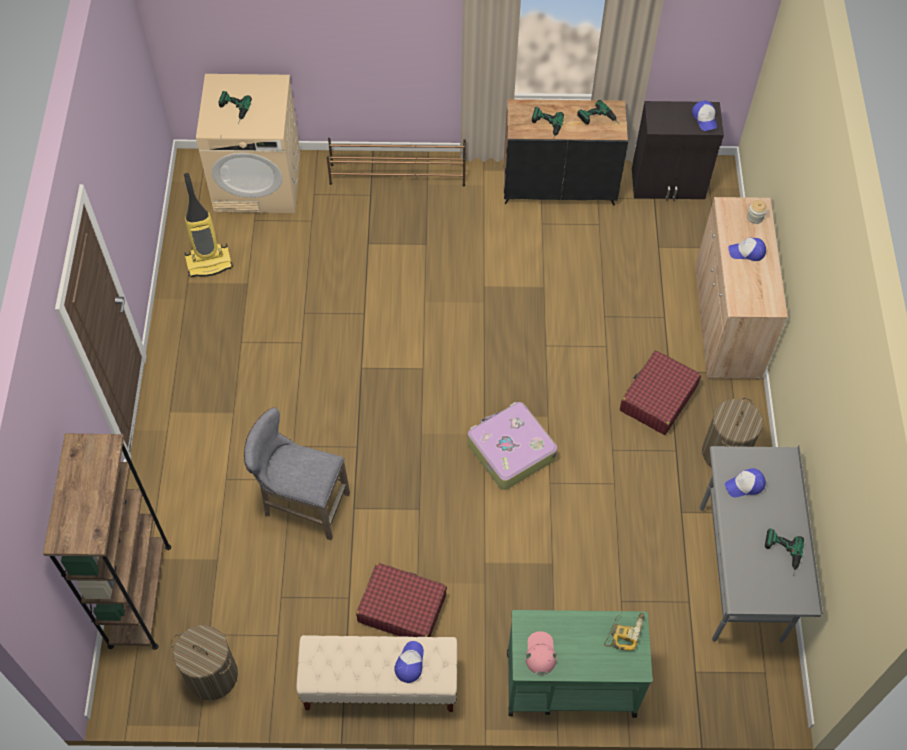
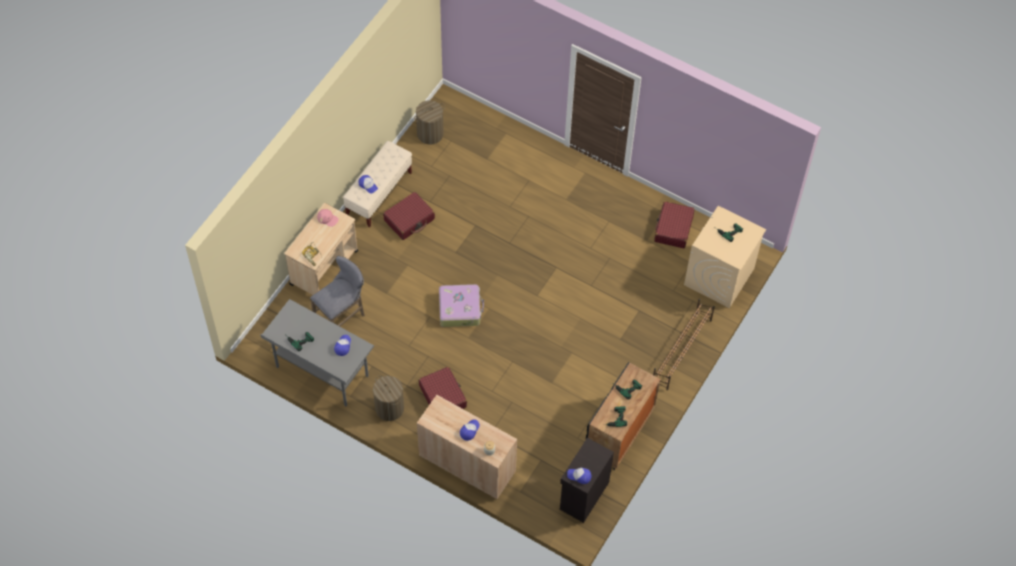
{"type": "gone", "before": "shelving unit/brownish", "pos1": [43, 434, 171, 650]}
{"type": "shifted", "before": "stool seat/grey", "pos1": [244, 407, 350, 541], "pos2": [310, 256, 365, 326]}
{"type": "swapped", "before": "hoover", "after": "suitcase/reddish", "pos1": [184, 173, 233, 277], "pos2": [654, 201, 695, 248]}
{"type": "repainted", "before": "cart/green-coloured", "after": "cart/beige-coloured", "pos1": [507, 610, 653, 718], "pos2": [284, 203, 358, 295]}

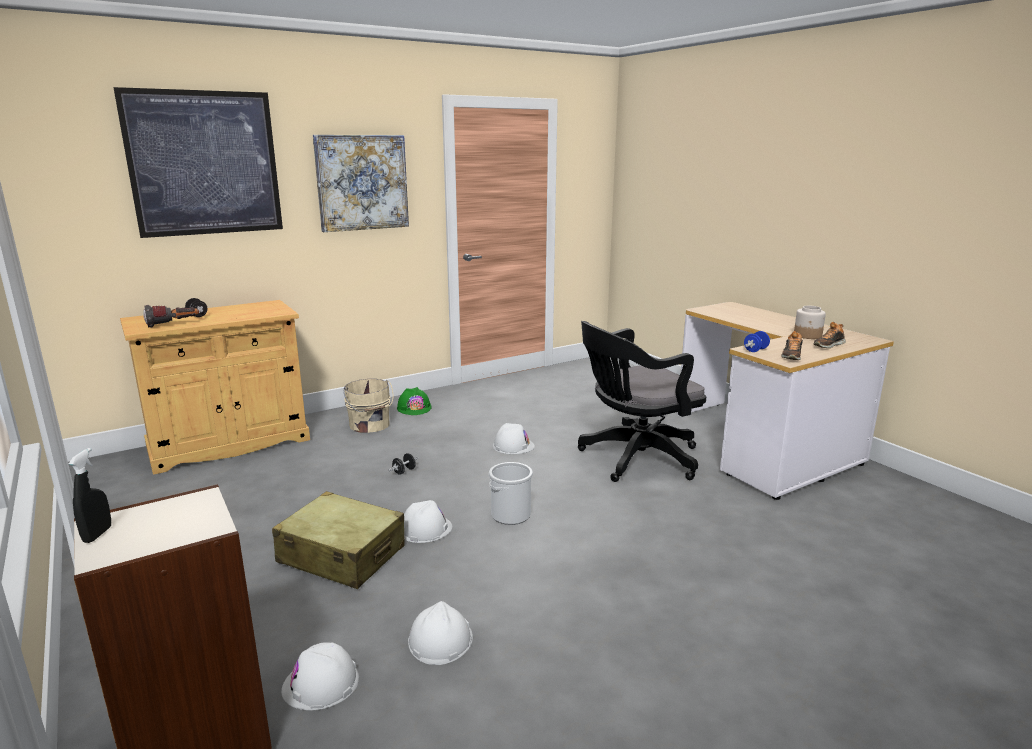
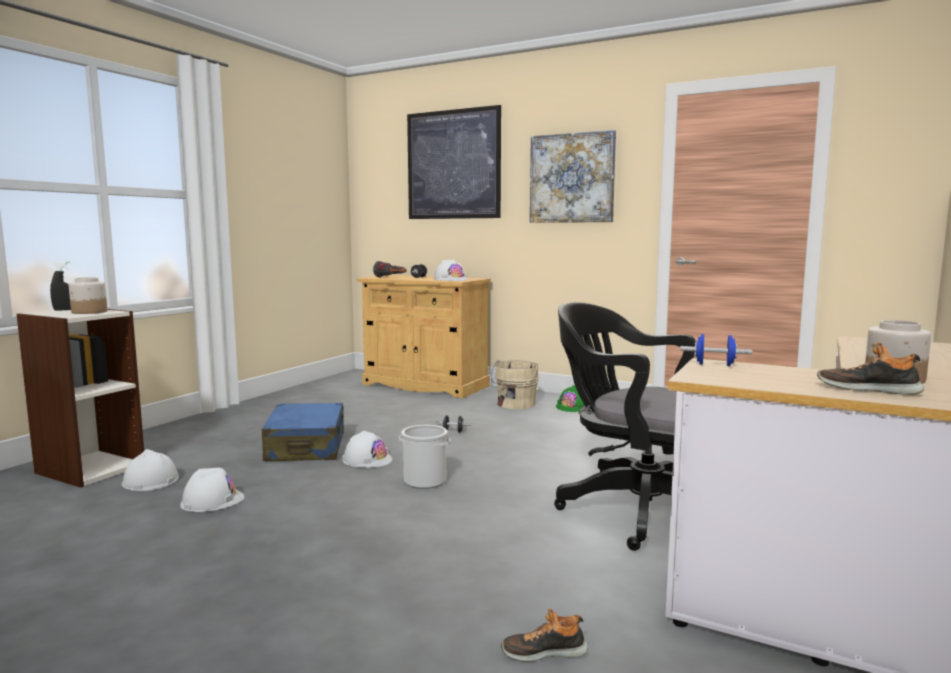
{"type": "new", "after": "jar", "pos2": [69, 277, 107, 314]}
{"type": "shifted", "before": "hard hat/whitish", "pos1": [493, 423, 535, 454], "pos2": [434, 260, 468, 281]}
{"type": "shifted", "before": "low shoe", "pos1": [781, 331, 803, 360], "pos2": [501, 609, 588, 662]}
{"type": "repainted", "before": "suitcase/beige-coloured", "after": "suitcase/blue", "pos1": [272, 491, 405, 589], "pos2": [262, 403, 344, 461]}

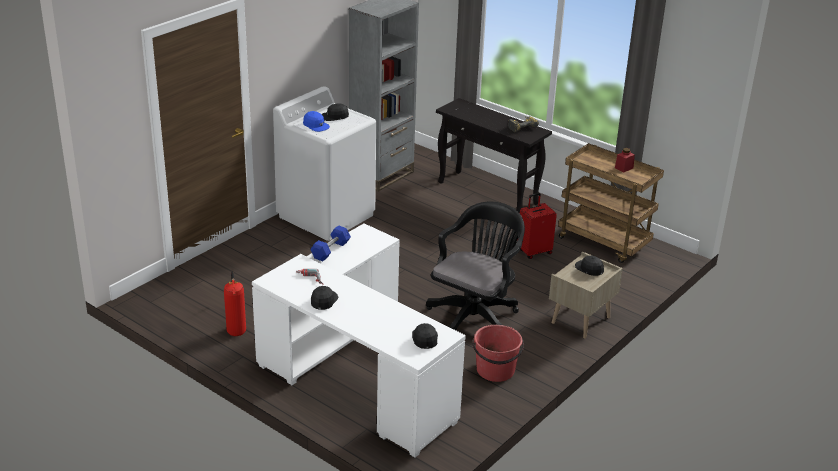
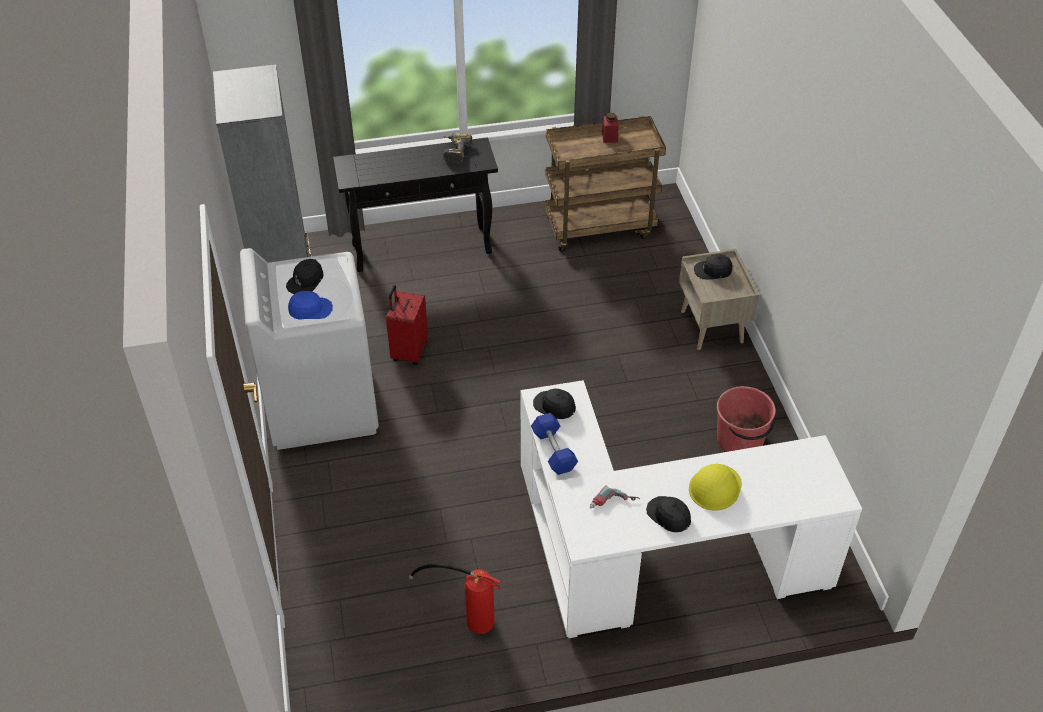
{"type": "gone", "before": "computer chair/black", "pos1": [426, 202, 525, 330]}
{"type": "new", "after": "hard hat/yellow", "pos2": [689, 464, 742, 511]}
{"type": "shifted", "before": "baseball cap/black", "pos1": [412, 323, 438, 349], "pos2": [533, 388, 576, 419]}
{"type": "shifted", "before": "suitcase/reddish", "pos1": [517, 193, 557, 259], "pos2": [386, 285, 428, 365]}

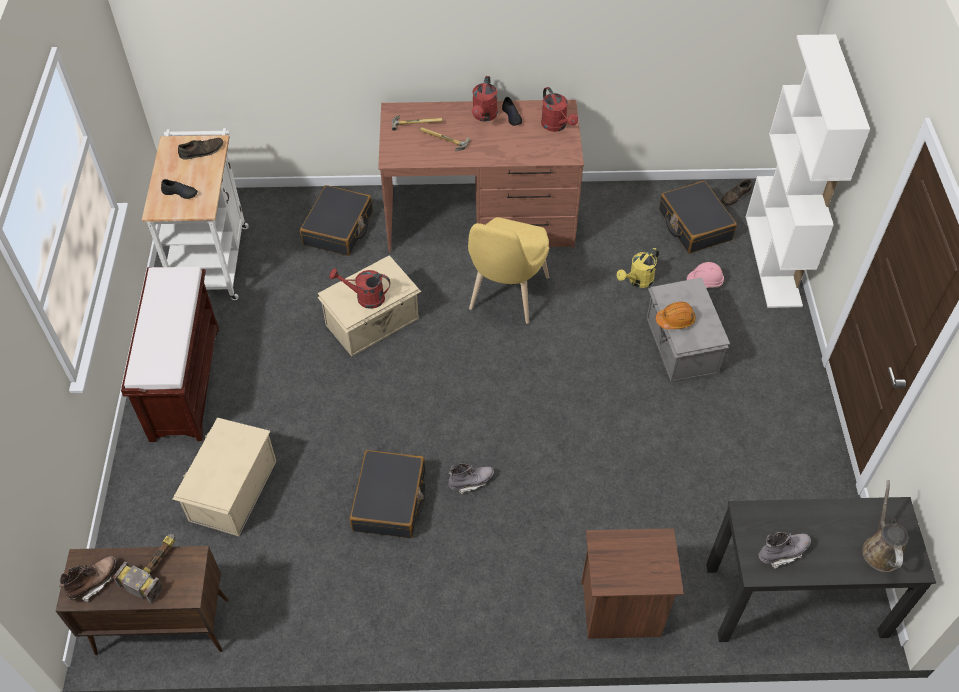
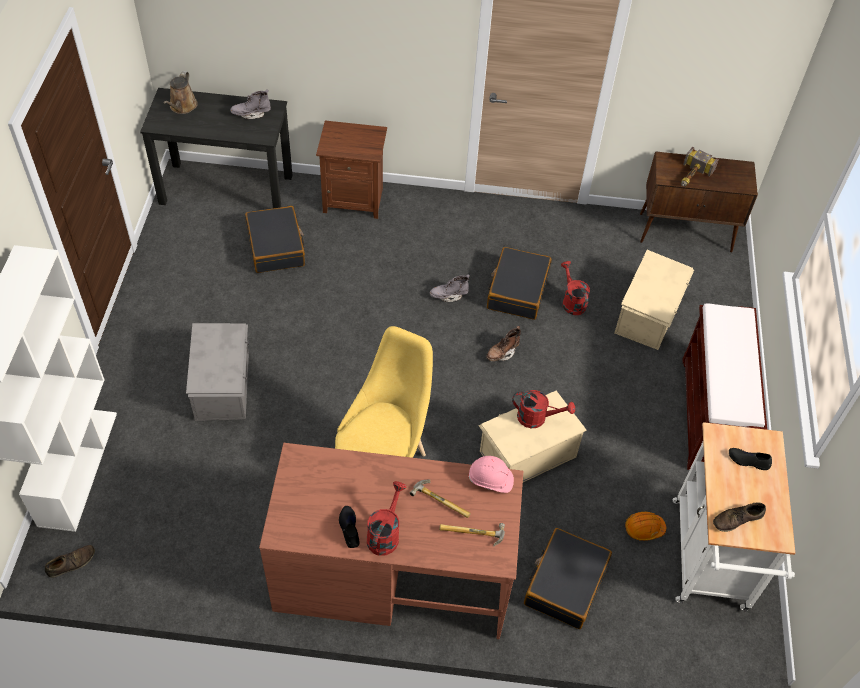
{"type": "gone", "before": "watering can/yellow", "pos1": [617, 248, 659, 288]}
{"type": "shifted", "before": "high-top boot/brownish", "pos1": [60, 556, 117, 602], "pos2": [486, 326, 521, 361]}
{"type": "shifted", "before": "watering can/reddish", "pos1": [541, 87, 578, 132], "pos2": [561, 261, 590, 315]}
{"type": "shifted", "before": "hard hat/orangey", "pos1": [656, 302, 696, 329], "pos2": [625, 512, 666, 541]}
{"type": "shifted", "before": "suitcase/black", "pos1": [659, 181, 737, 253], "pos2": [245, 206, 305, 273]}
{"type": "shifted", "before": "hard hat/pinkish", "pos1": [687, 262, 724, 288], "pos2": [468, 456, 514, 493]}

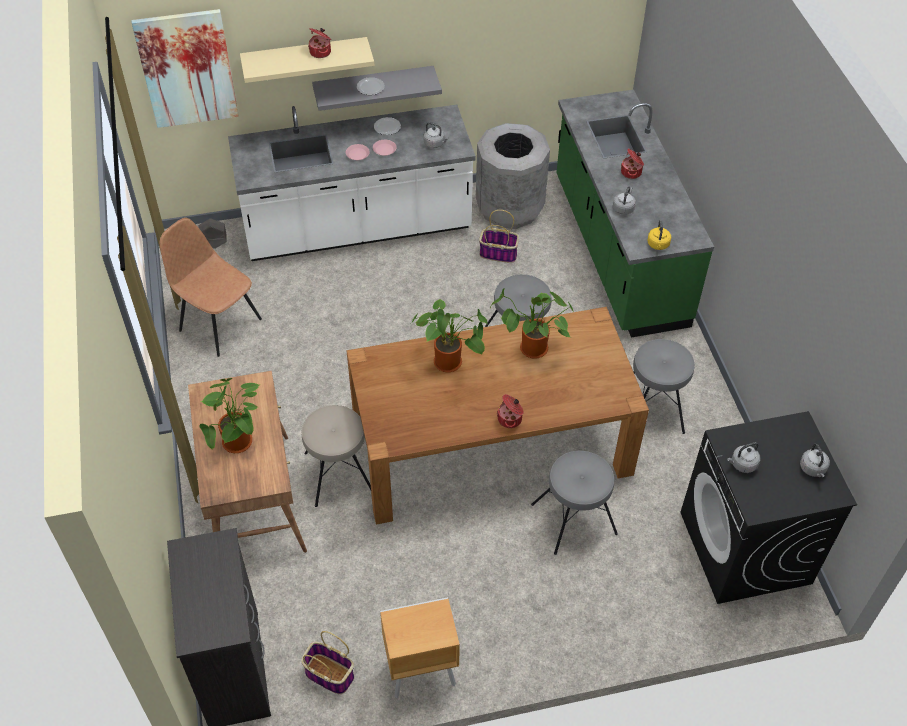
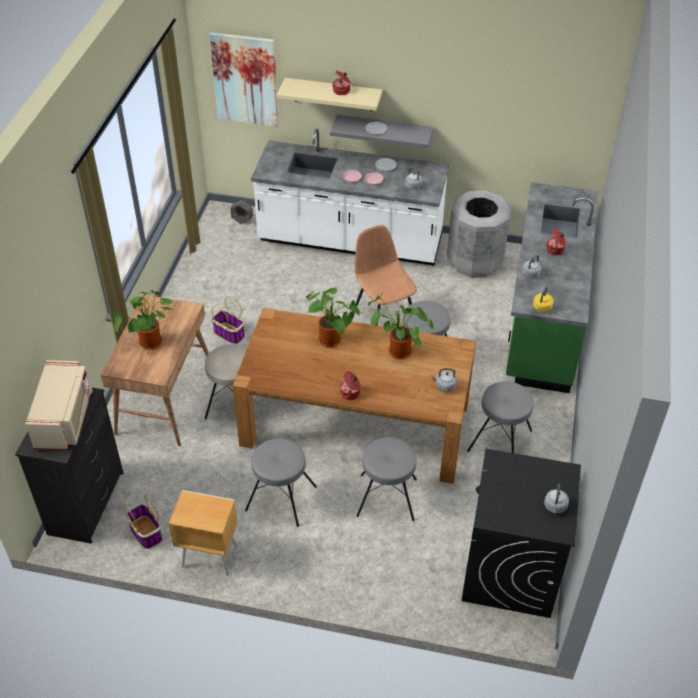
{"type": "new", "after": "microwave/beige-coloured", "pos2": [25, 360, 93, 450]}
{"type": "new", "after": "stool seat/grey", "pos2": [245, 438, 317, 527]}
{"type": "shifted", "before": "plain chair/brownish", "pos1": [160, 218, 262, 357], "pos2": [354, 225, 417, 325]}
{"type": "shifted", "before": "storage basket", "pos1": [479, 210, 519, 263], "pos2": [211, 296, 245, 344]}
{"type": "shifted", "before": "water kettle/grey", "pos1": [727, 442, 760, 473], "pos2": [430, 368, 457, 392]}

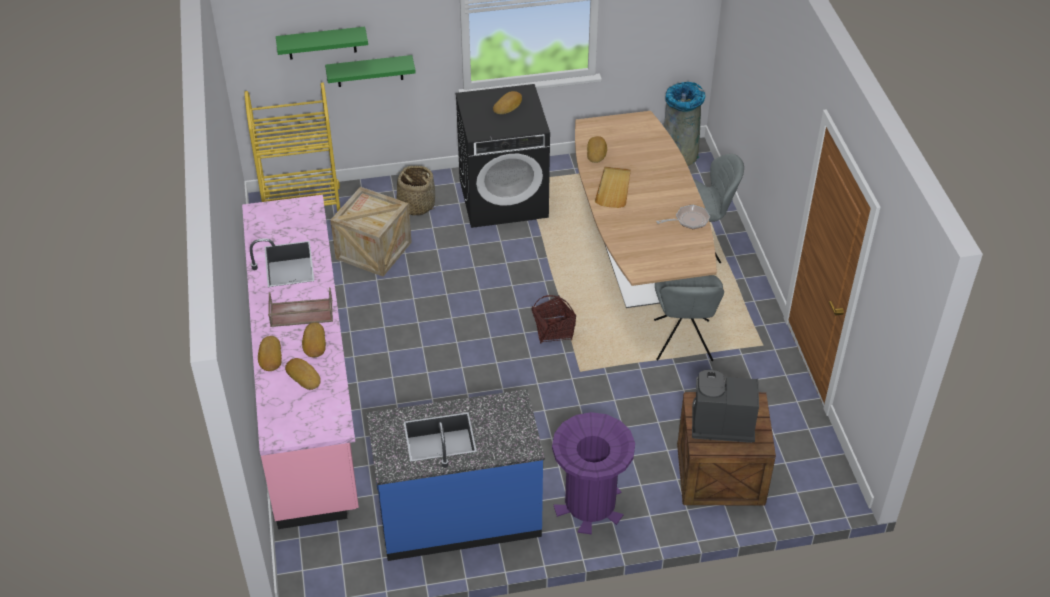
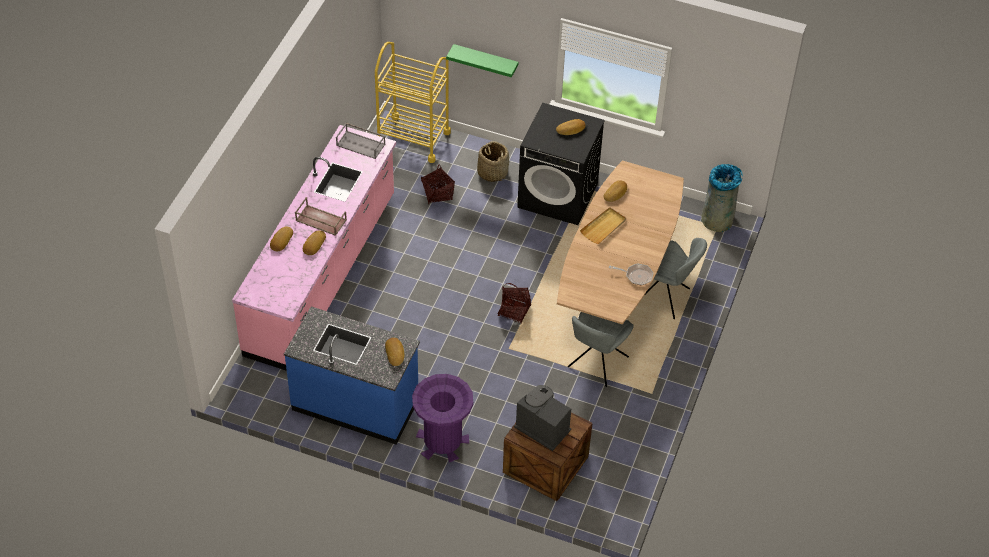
{"type": "gone", "before": "bracket shelf/green-coloured", "pos1": [276, 27, 368, 60]}
{"type": "new", "after": "carrying tray/grey", "pos2": [336, 123, 386, 159]}
{"type": "shifted", "before": "bakery bread", "pos1": [285, 358, 321, 390], "pos2": [385, 338, 404, 366]}
{"type": "swapped", "before": "shipping crate", "after": "storage basket", "pos1": [330, 187, 412, 277], "pos2": [421, 164, 455, 204]}

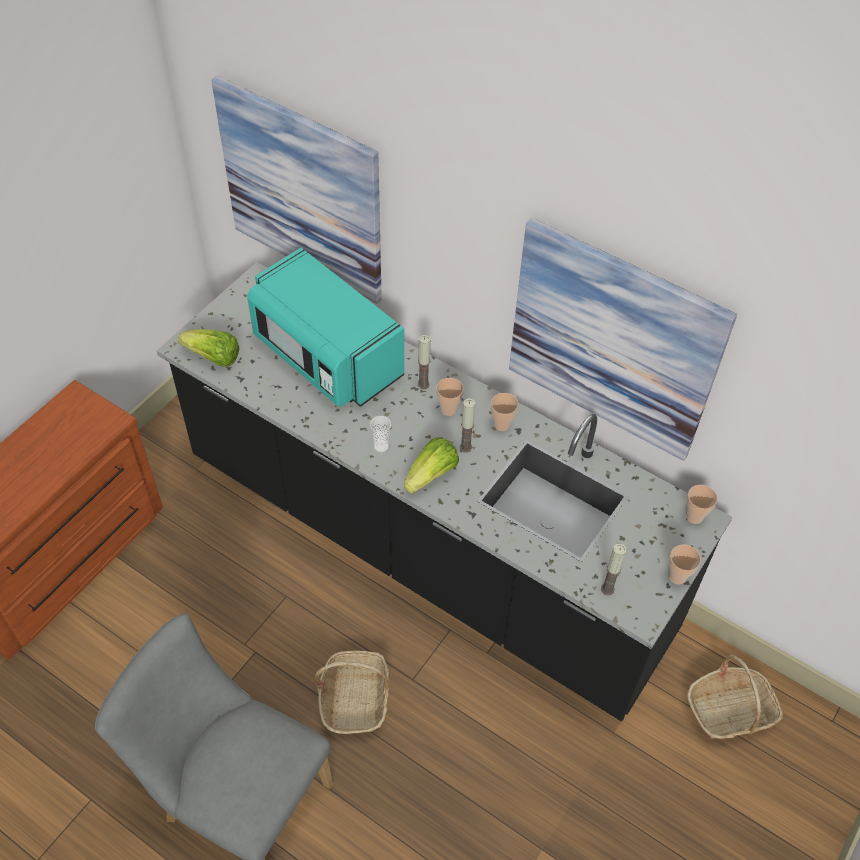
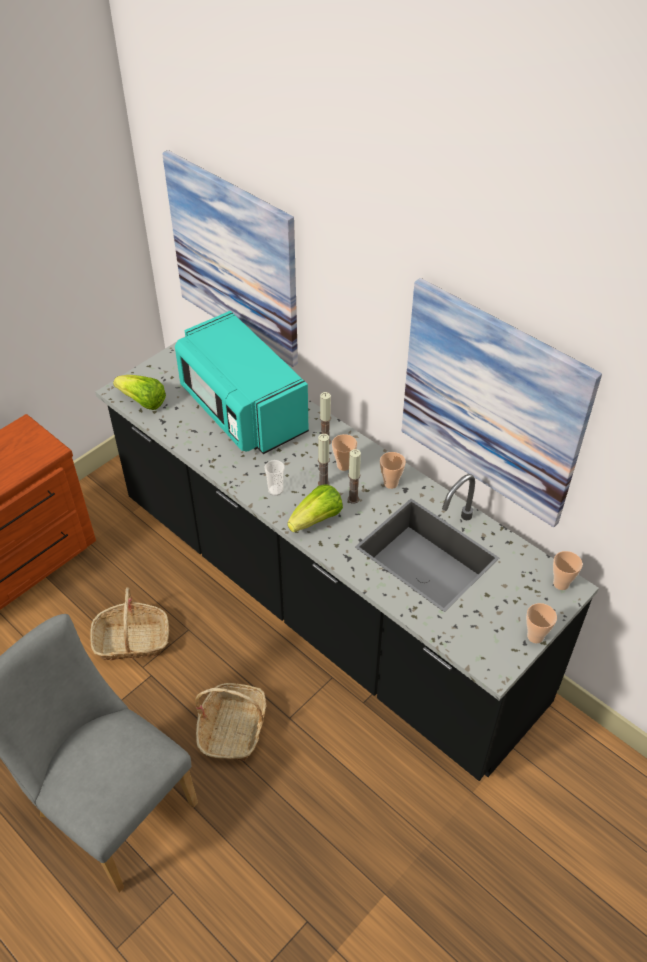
{"type": "shifted", "before": "wax candle", "pos1": [601, 544, 627, 595], "pos2": [318, 434, 330, 486]}
{"type": "shifted", "before": "storage basket", "pos1": [687, 655, 783, 739], "pos2": [90, 587, 169, 660]}

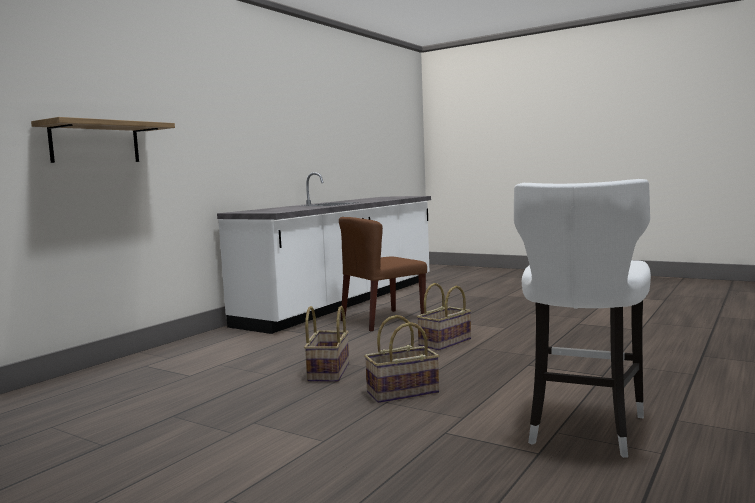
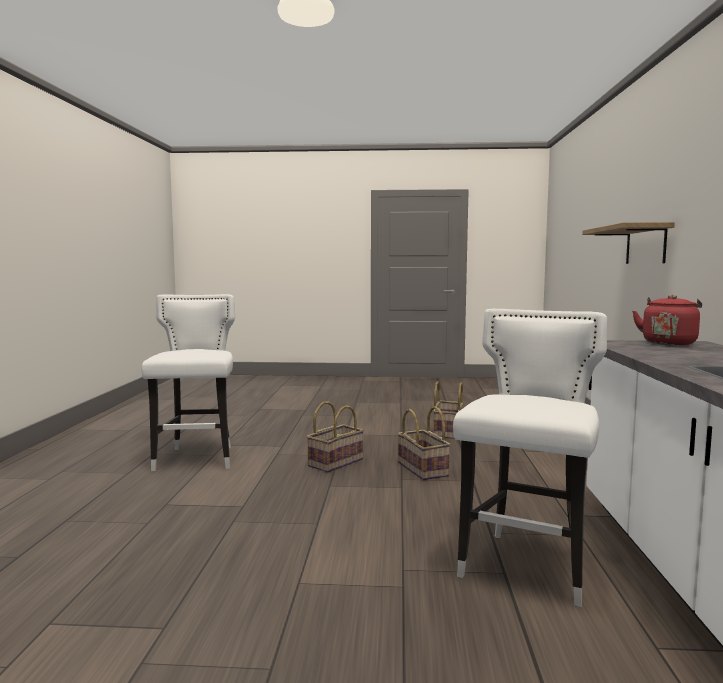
{"type": "new", "after": "water kettle/reddish", "pos2": [632, 295, 702, 345]}
{"type": "shifted", "before": "storage basket", "pos1": [417, 283, 471, 351], "pos2": [433, 381, 464, 439]}
{"type": "swapped", "before": "plain chair/brownish", "after": "stool seat/whitish", "pos1": [339, 217, 427, 331], "pos2": [453, 309, 607, 607]}

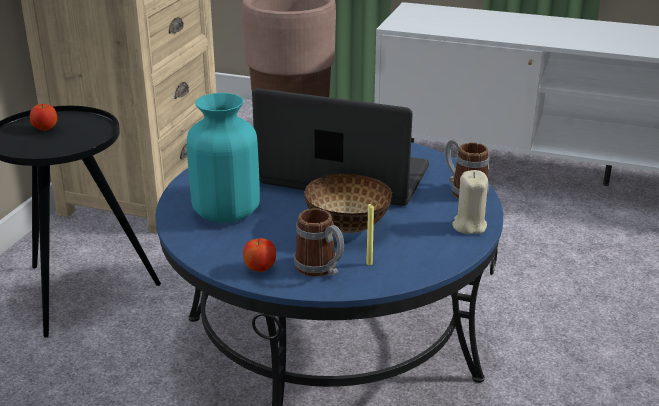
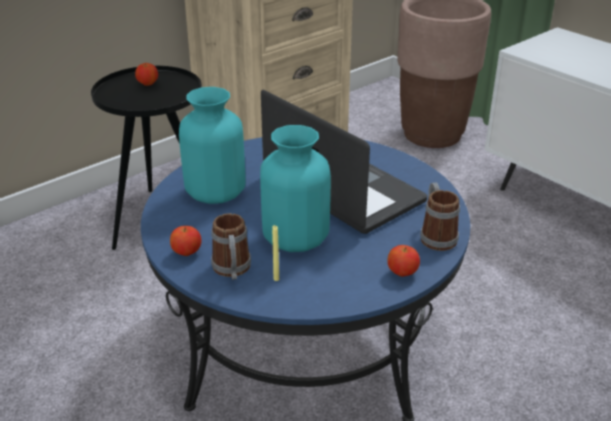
{"type": "swapped", "before": "deep dish", "after": "decorative vase/turquoise", "pos1": [305, 174, 392, 233], "pos2": [260, 125, 331, 252]}
{"type": "swapped", "before": "wax candle/beige-coloured", "after": "apple fruit", "pos1": [452, 170, 488, 234], "pos2": [387, 245, 420, 277]}

